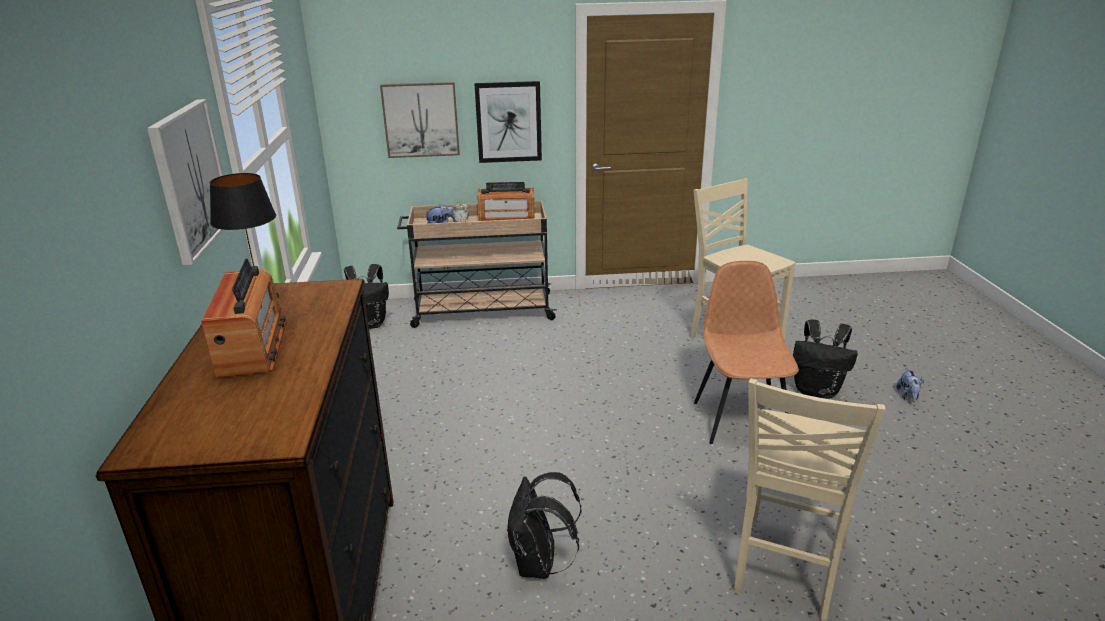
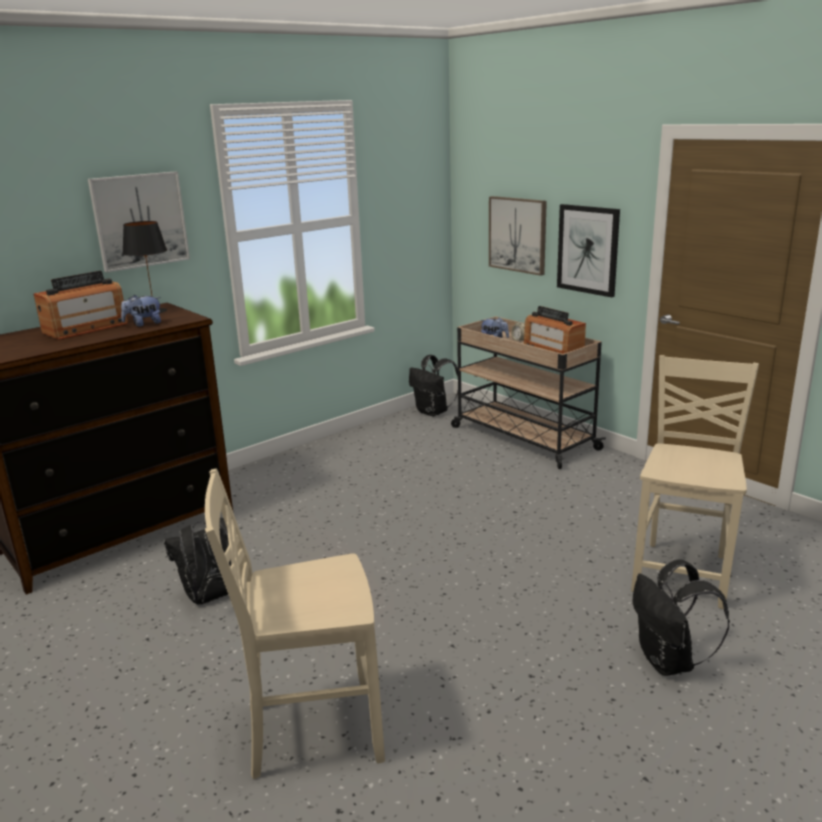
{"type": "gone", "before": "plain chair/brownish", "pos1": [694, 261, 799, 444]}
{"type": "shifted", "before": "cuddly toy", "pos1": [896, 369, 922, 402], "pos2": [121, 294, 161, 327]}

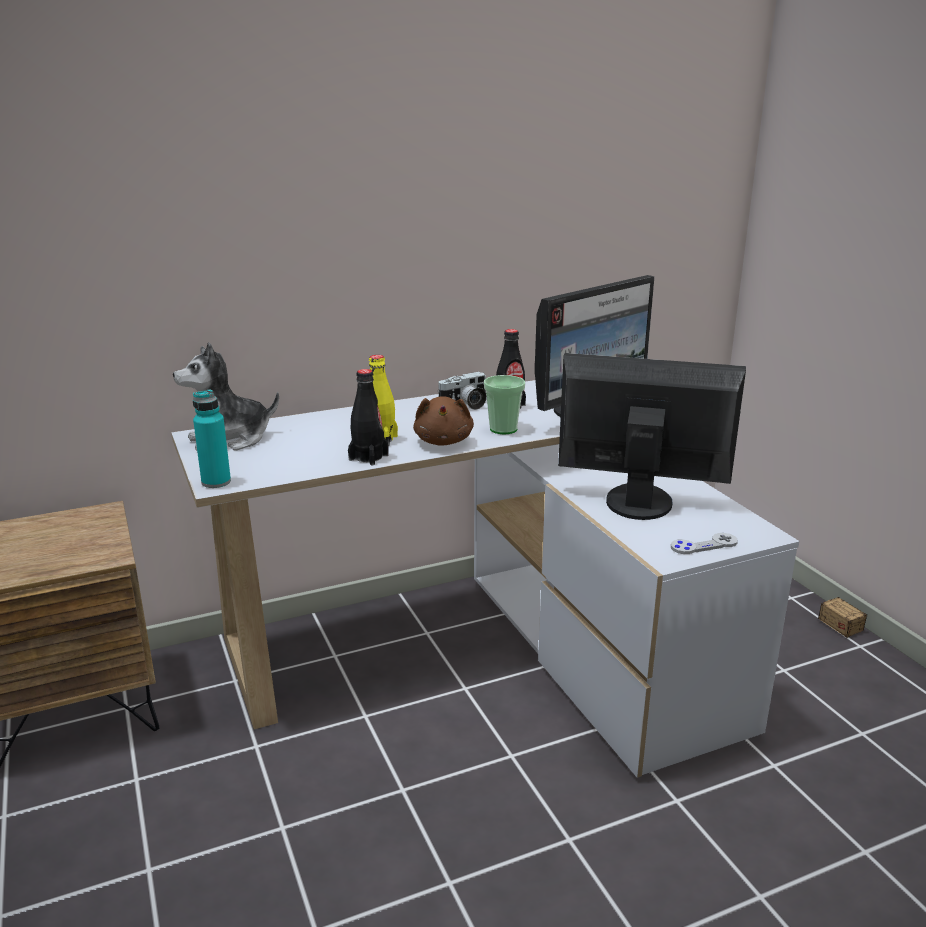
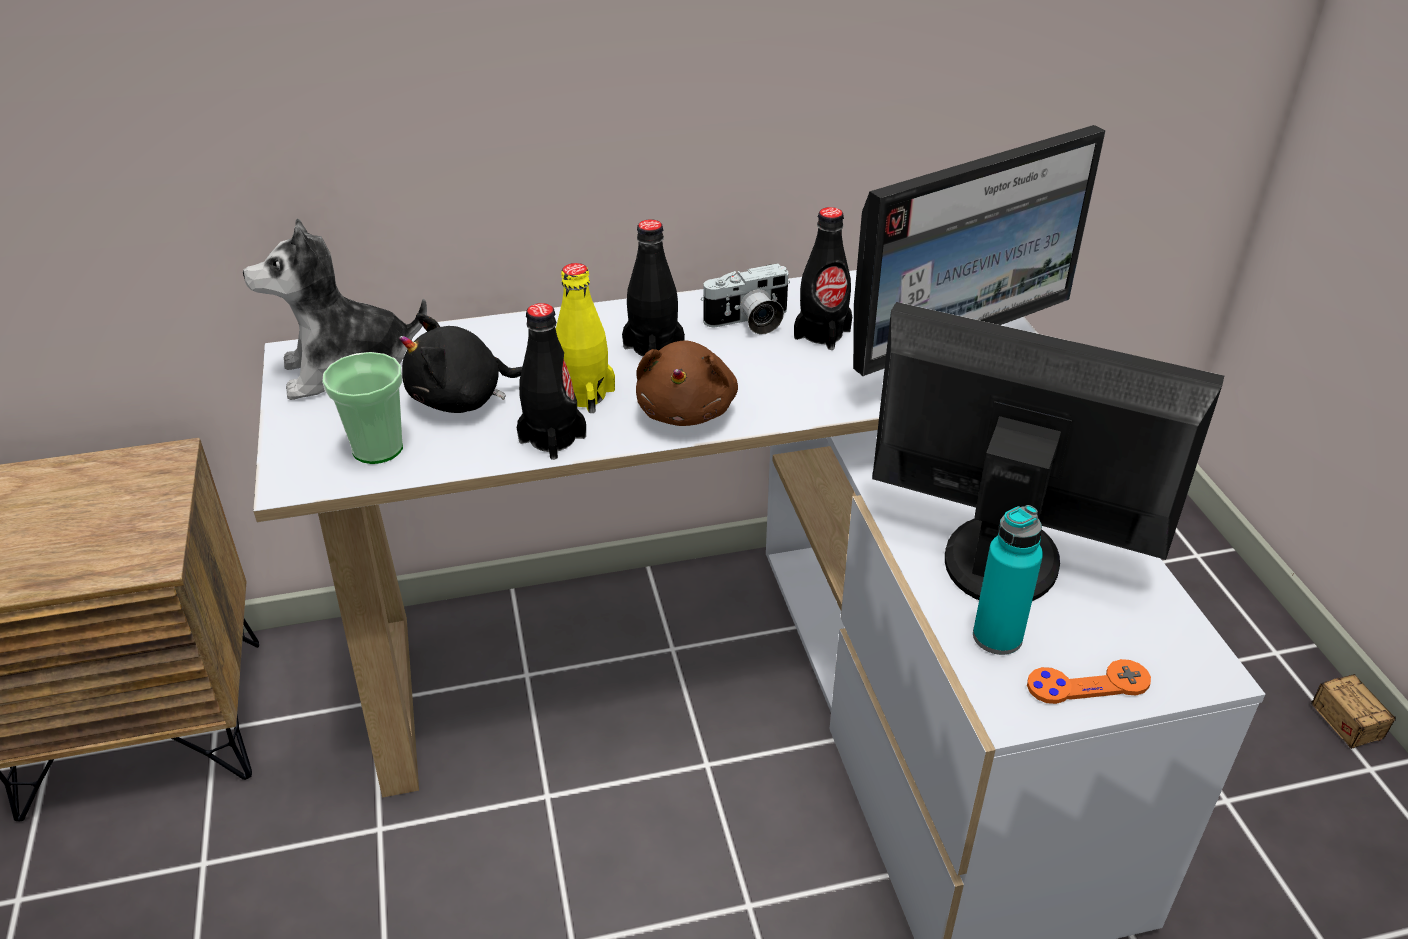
{"type": "new", "after": "cuddly toy/black", "pos2": [399, 313, 523, 413]}
{"type": "new", "after": "beverage bottle/black", "pos2": [622, 219, 685, 356]}
{"type": "shifted", "before": "beverage bottle/turquoise", "pos1": [193, 389, 231, 488], "pos2": [973, 505, 1043, 655]}
{"type": "shifted", "before": "cup", "pos1": [484, 375, 525, 434], "pos2": [322, 352, 403, 464]}
{"type": "repainted", "before": "game controller/grey", "after": "game controller/orangey", "pos1": [671, 533, 738, 554], "pos2": [1027, 659, 1151, 704]}

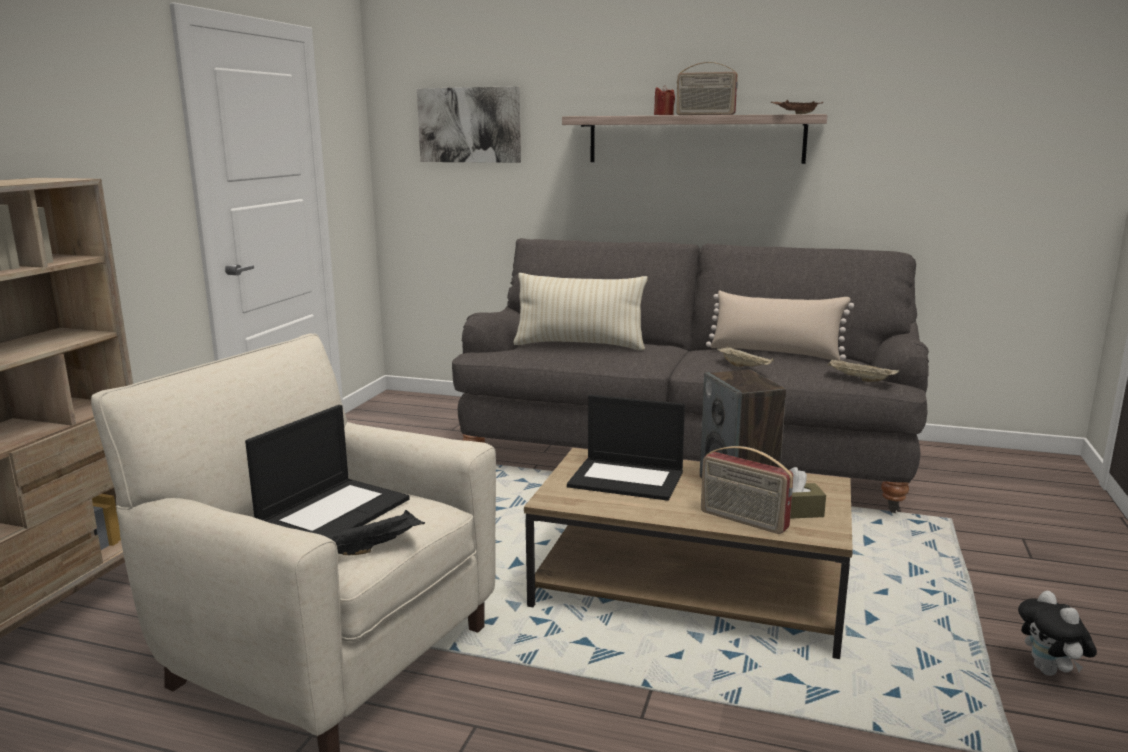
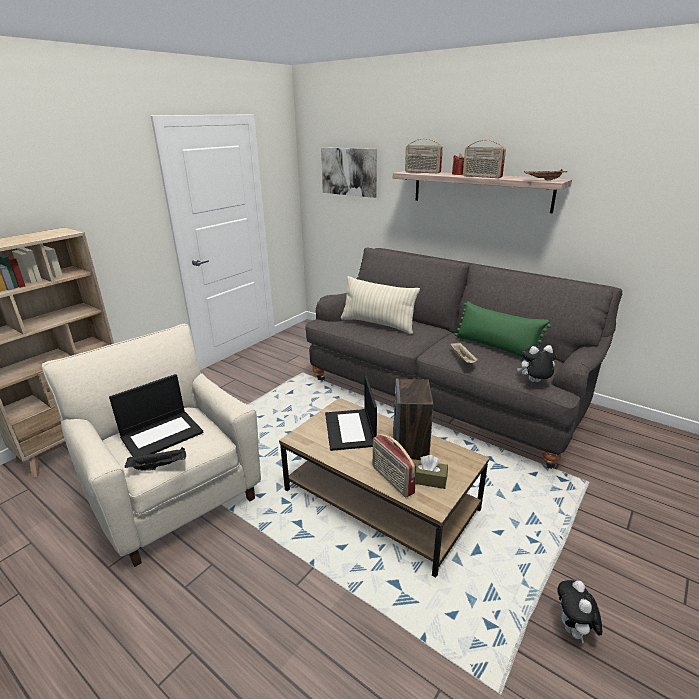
{"type": "new", "after": "radio receiver", "pos2": [405, 139, 443, 173]}
{"type": "swapped", "before": "carrying tray/beige-coloured", "after": "cuddly toy", "pos1": [827, 359, 899, 382], "pos2": [517, 345, 556, 382]}
{"type": "repainted", "before": "throw pillow/beige-coloured", "after": "throw pillow/green-coloured", "pos1": [706, 291, 854, 361], "pos2": [455, 301, 551, 359]}
{"type": "rotated", "before": "laptop", "pos1": [567, 395, 685, 501], "pos2": [325, 375, 377, 451], "turn": 45}

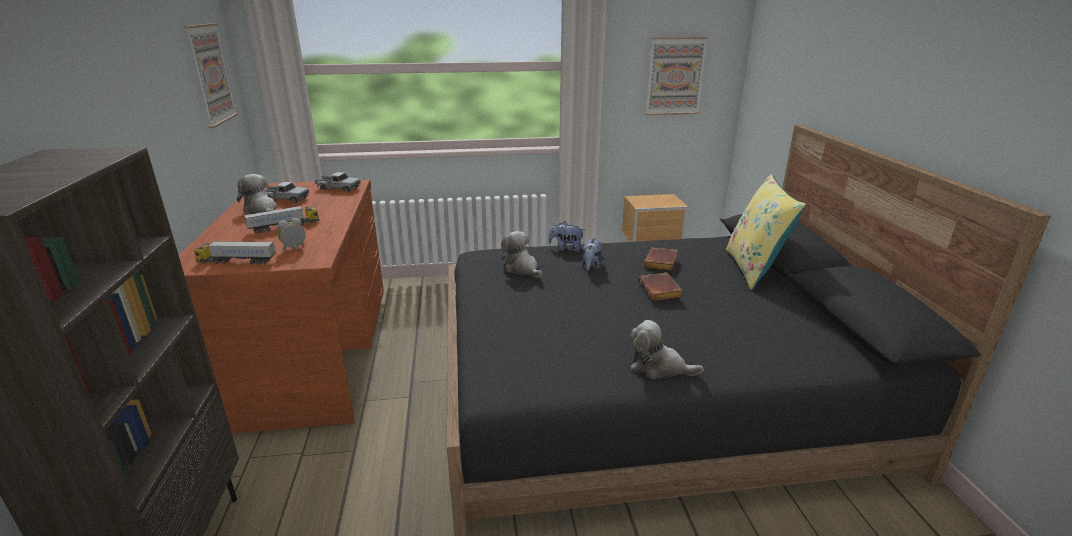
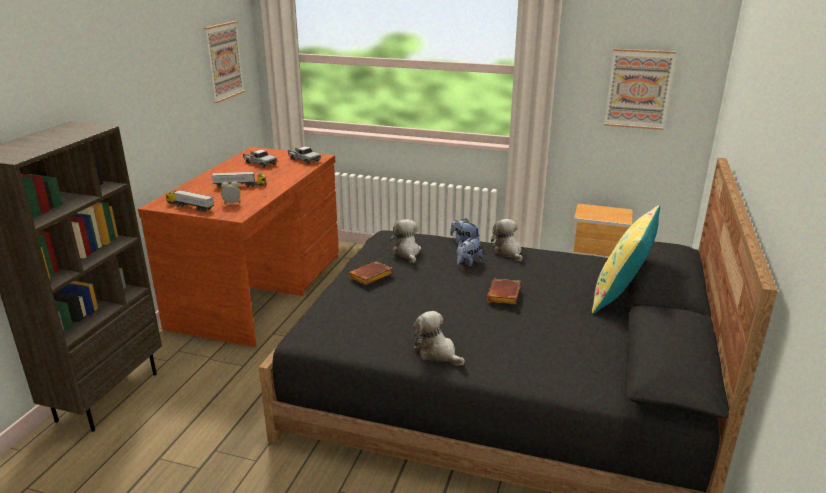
{"type": "shifted", "before": "cuddly toy", "pos1": [237, 174, 277, 214], "pos2": [491, 219, 523, 262]}
{"type": "shifted", "before": "bound book/brownish", "pos1": [643, 248, 678, 270], "pos2": [348, 261, 393, 285]}

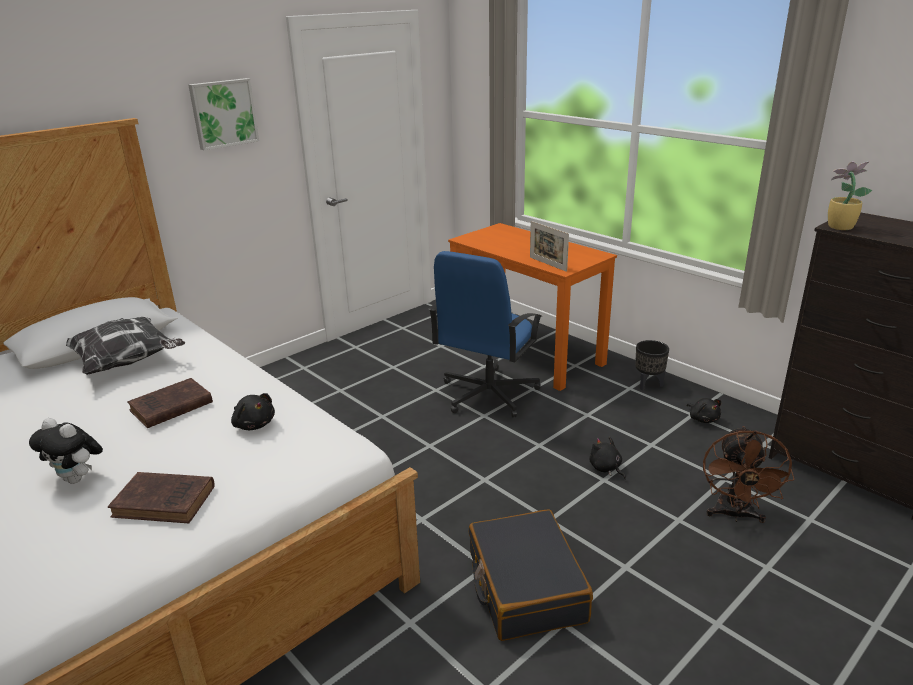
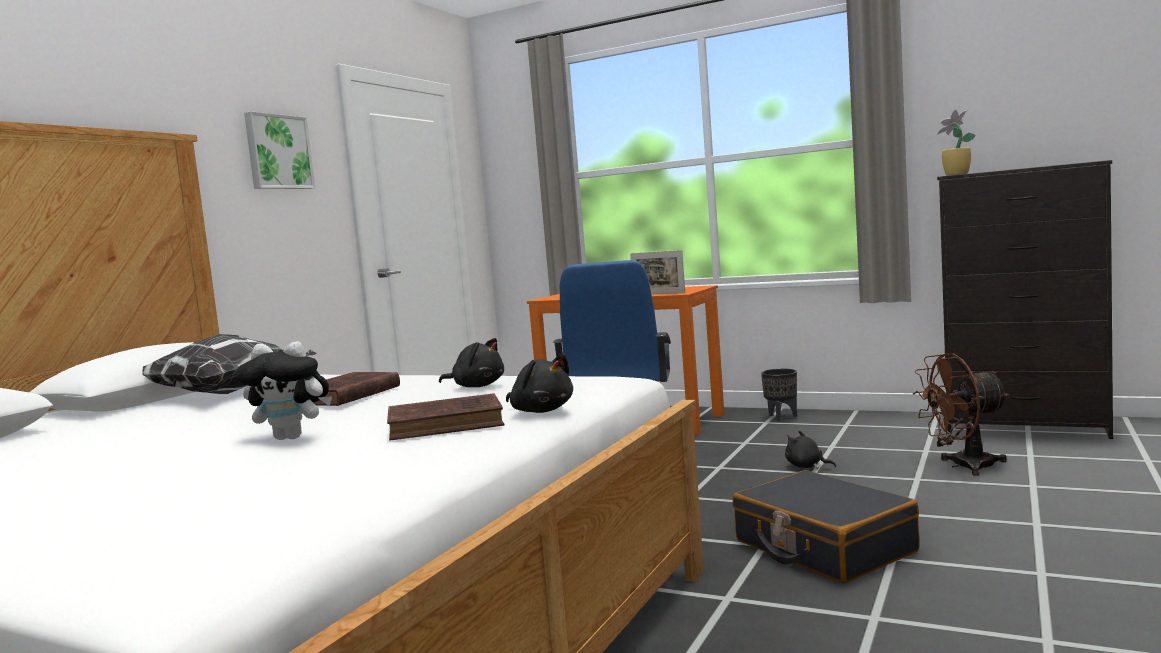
{"type": "shifted", "before": "cuddly toy/black", "pos1": [686, 398, 721, 423], "pos2": [506, 354, 573, 413]}
{"type": "rotated", "before": "fan/brownish", "pos1": [703, 426, 795, 523], "pos2": [912, 353, 1009, 476], "turn": 90}

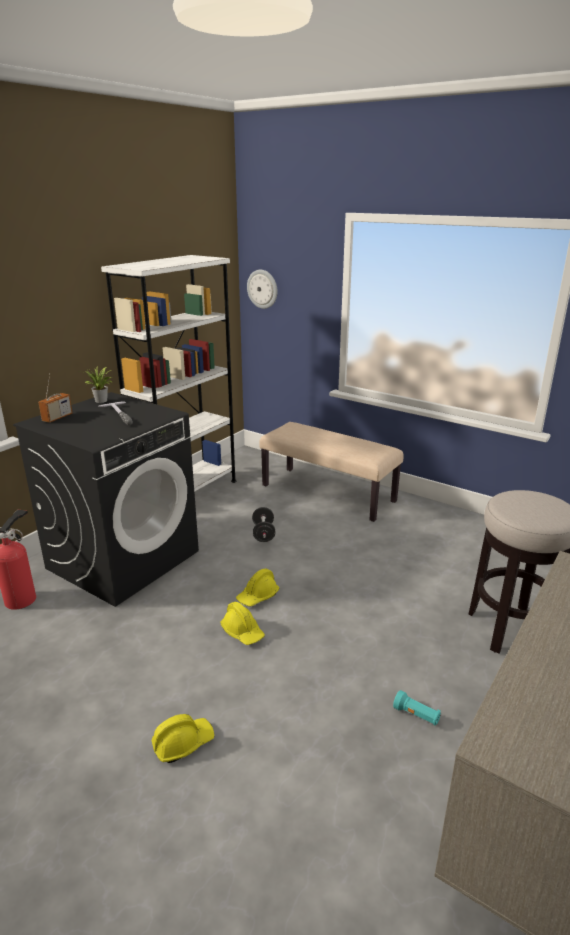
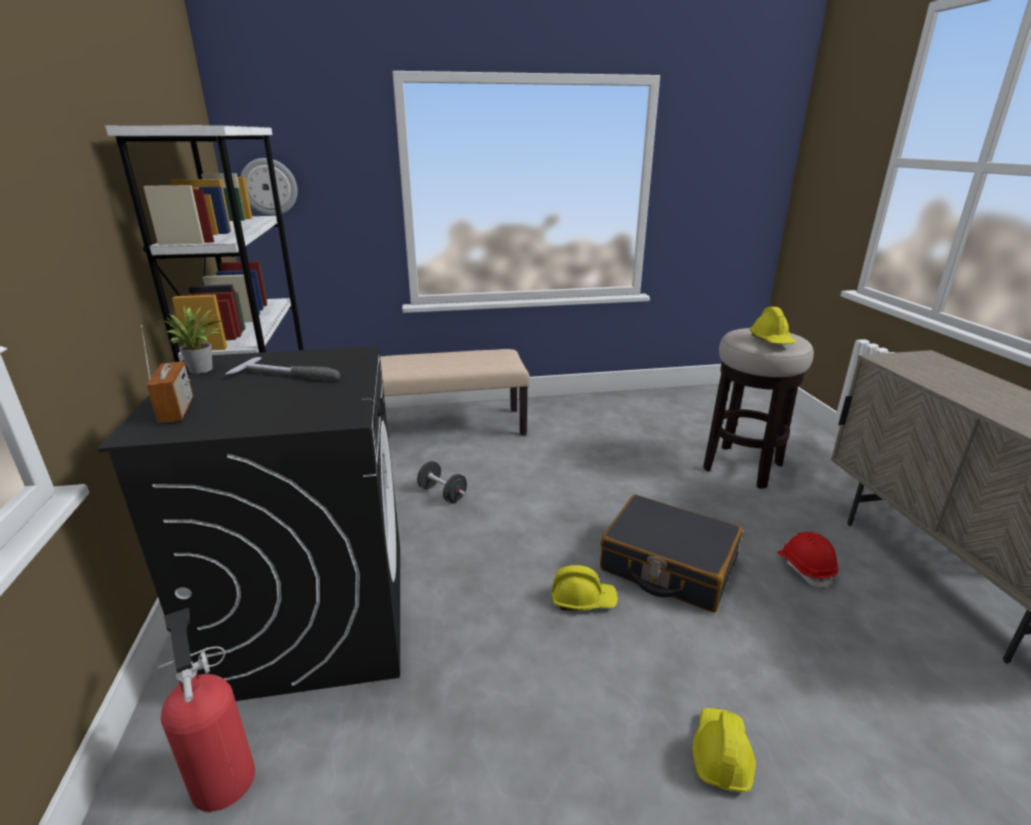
{"type": "new", "after": "suitcase/black", "pos2": [600, 494, 743, 612]}
{"type": "shifted", "before": "hard hat/yellow", "pos1": [236, 568, 279, 606], "pos2": [750, 307, 796, 344]}
{"type": "swapped", "before": "flashlight/turquoise", "after": "hard hat/reddish", "pos1": [393, 690, 441, 725], "pos2": [777, 532, 838, 589]}

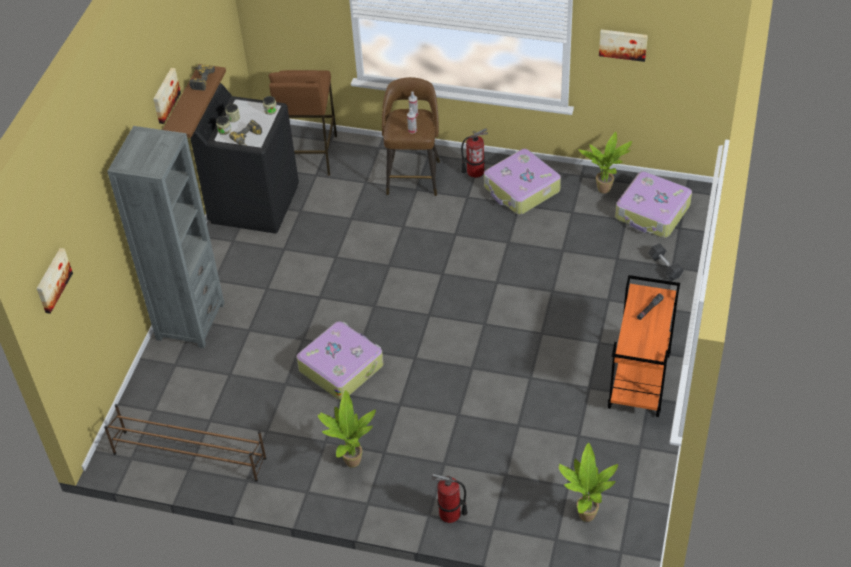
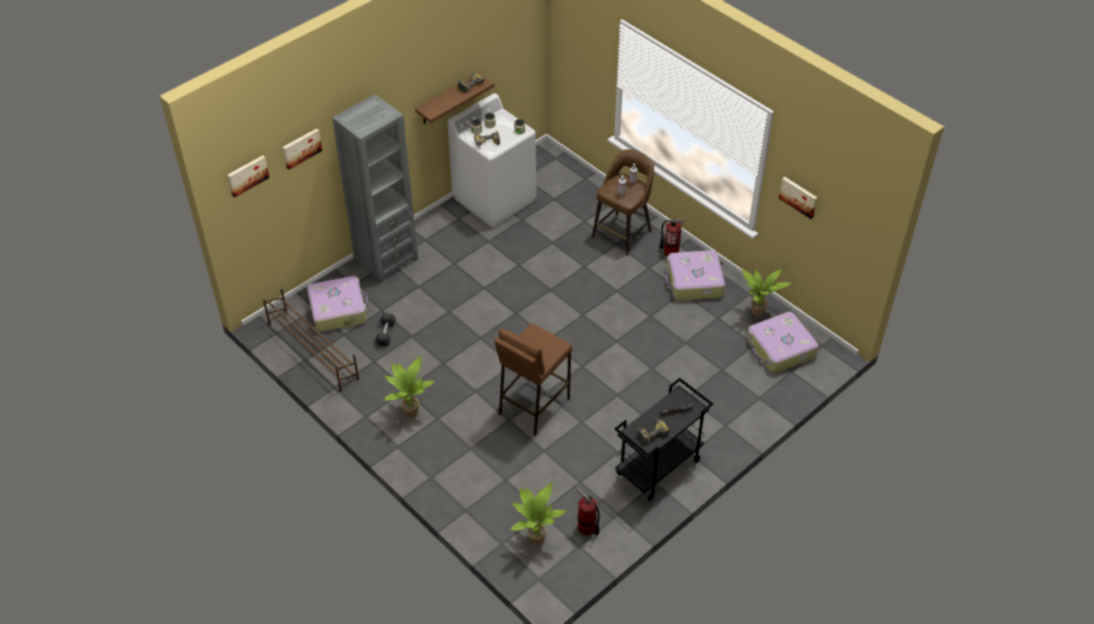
{"type": "new", "after": "electric drill", "pos2": [637, 417, 670, 444]}
{"type": "shifted", "before": "wall picture", "pos1": [153, 68, 181, 124], "pos2": [283, 128, 322, 169]}
{"type": "shifted", "before": "stool seat/brownish", "pos1": [269, 70, 337, 176], "pos2": [494, 323, 572, 435]}
{"type": "shifted", "before": "suitcase", "pos1": [296, 321, 383, 400], "pos2": [307, 276, 368, 332]}
{"type": "shifted", "before": "extinguisher", "pos1": [432, 473, 467, 523], "pos2": [577, 488, 600, 535]}
{"type": "shifted", "before": "dumbbell/grey", "pos1": [648, 243, 684, 281], "pos2": [375, 313, 396, 347]}
{"type": "repainted", "before": "laundry machine/black", "after": "laundry machine/whitish", "pos1": [190, 83, 299, 233], "pos2": [448, 93, 536, 228]}
{"type": "repainted", "before": "cart/orangey", "after": "cart/black", "pos1": [608, 275, 680, 417], "pos2": [615, 378, 713, 501]}

